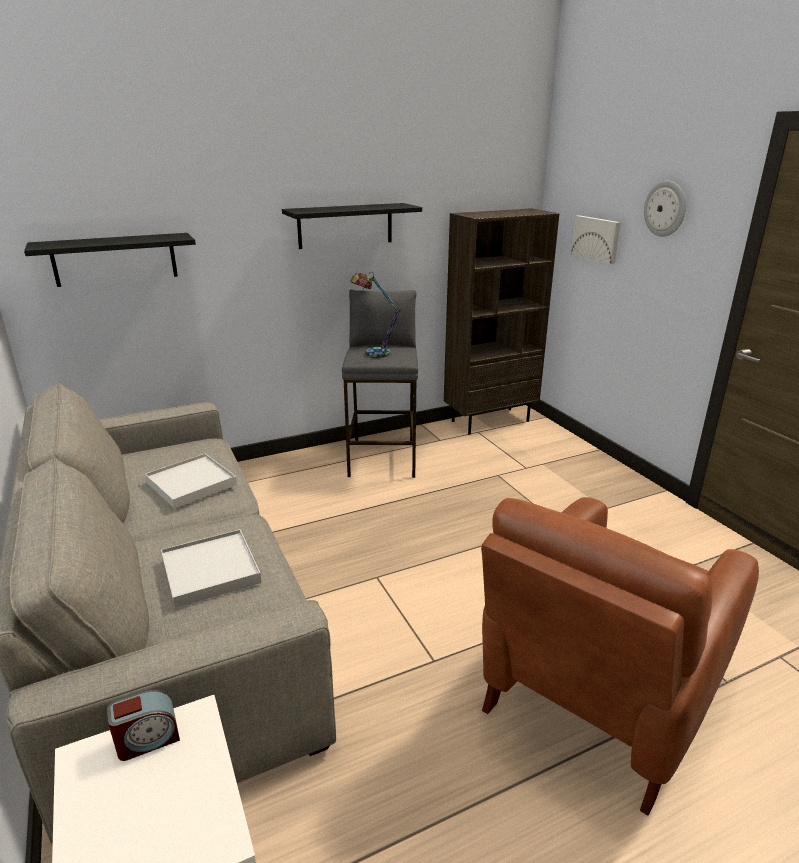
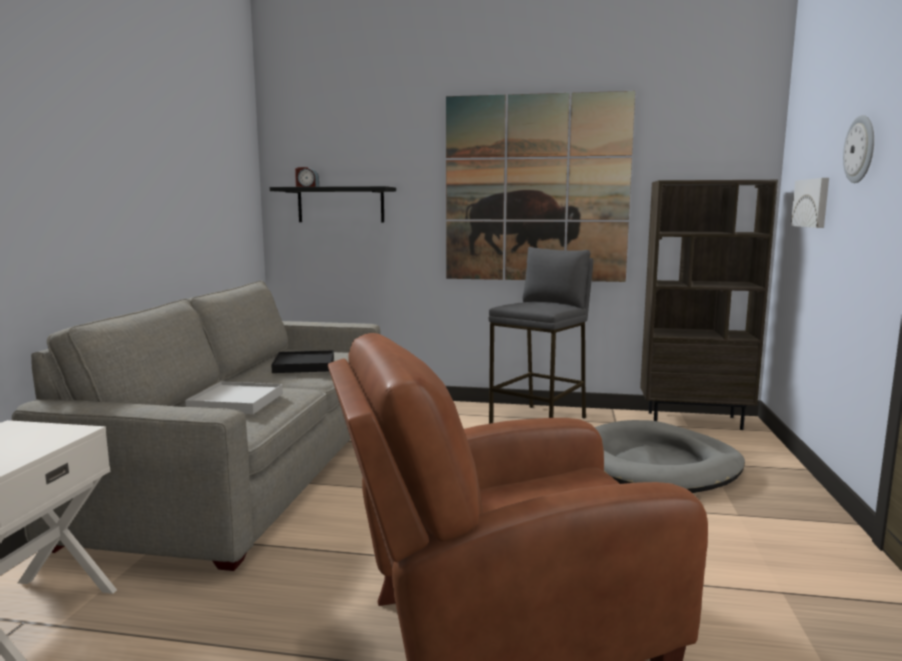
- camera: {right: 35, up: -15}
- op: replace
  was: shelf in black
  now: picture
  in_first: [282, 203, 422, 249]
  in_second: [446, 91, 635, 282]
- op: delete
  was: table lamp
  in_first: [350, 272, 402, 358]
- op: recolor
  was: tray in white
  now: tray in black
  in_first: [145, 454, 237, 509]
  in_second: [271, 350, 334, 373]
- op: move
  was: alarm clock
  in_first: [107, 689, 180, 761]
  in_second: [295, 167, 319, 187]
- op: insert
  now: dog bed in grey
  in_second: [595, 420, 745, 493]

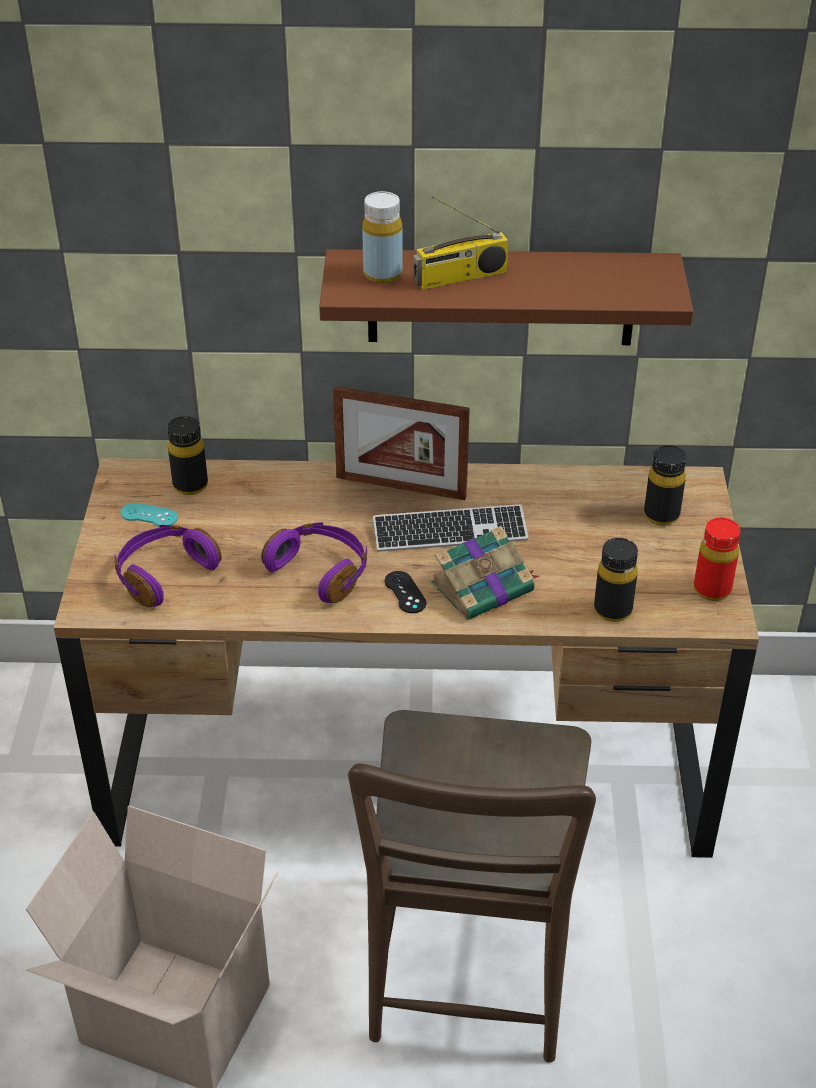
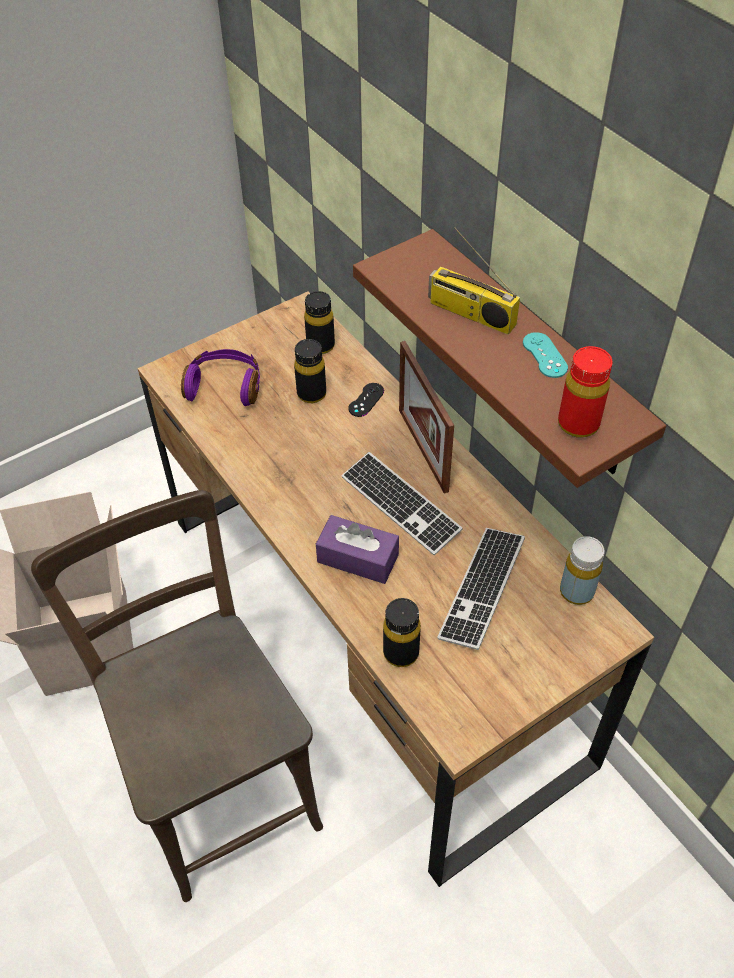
- camera: {right: 55, up: 10}
- op: move
  was: bottle in yellow
  in_first: [362, 191, 402, 284]
  in_second: [560, 536, 605, 605]
- op: move
  was: bottle in black
  in_first: [644, 445, 687, 525]
  in_second: [294, 339, 326, 403]
- op: move
  was: game controller in turquoise
  in_first: [120, 503, 178, 527]
  in_second: [523, 332, 568, 378]
- op: move
  was: bottle in red
  in_first: [694, 518, 741, 601]
  in_second: [558, 346, 613, 438]
- op: delete
  was: headphones in purple
  in_first: [261, 522, 367, 603]
- op: replace
  was: book
  now: tissue box in purple
  in_first: [431, 526, 539, 620]
  in_second: [316, 515, 399, 584]
- op: move
  was: game controller in black
  in_first: [385, 571, 426, 613]
  in_second: [348, 383, 384, 417]
- op: rotate
  was: chair in brown
  in_first: [348, 710, 596, 1062]
  in_second: [31, 490, 323, 902]
  clockwise: 90
- op: insert
  now: keyboard
  in_second: [437, 528, 525, 650]

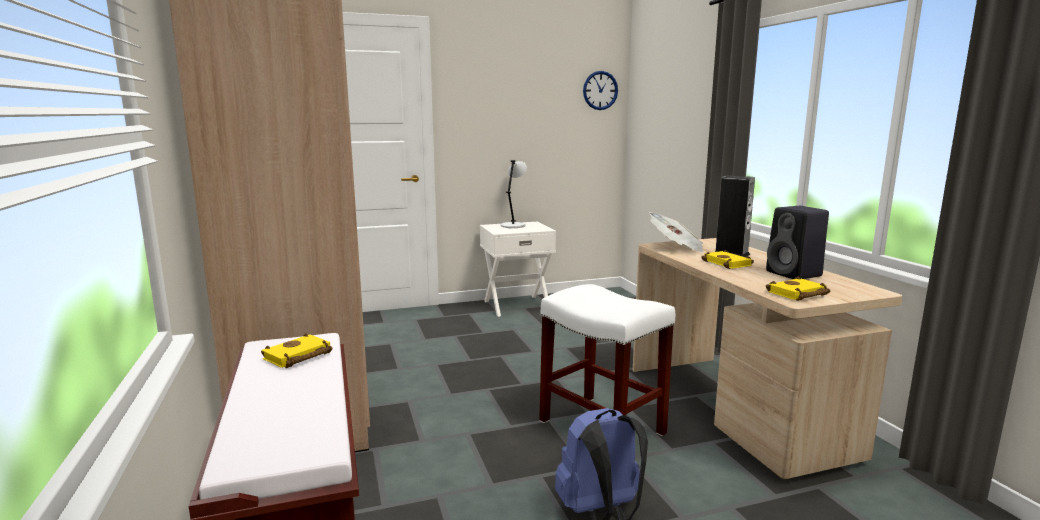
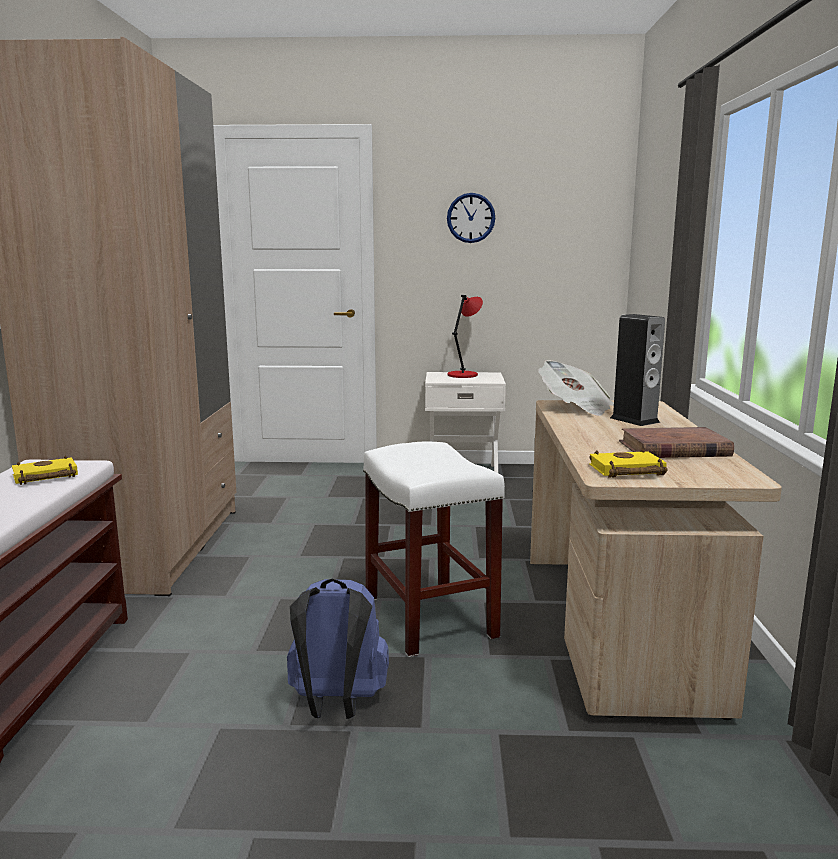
- camera: {right: 20, up: 0}
- op: move
  was: wall clock
  in_first: [583, 71, 618, 110]
  in_second: [447, 193, 495, 243]
- op: recolor
  was: table lamp in grey
  now: table lamp in red
  in_first: [501, 160, 527, 228]
  in_second: [448, 295, 483, 378]
- op: replace
  was: speaker in black
  now: book in brown
  in_first: [766, 206, 829, 279]
  in_second: [619, 427, 734, 458]
- op: delete
  was: book in yellow
  in_first: [701, 250, 754, 269]

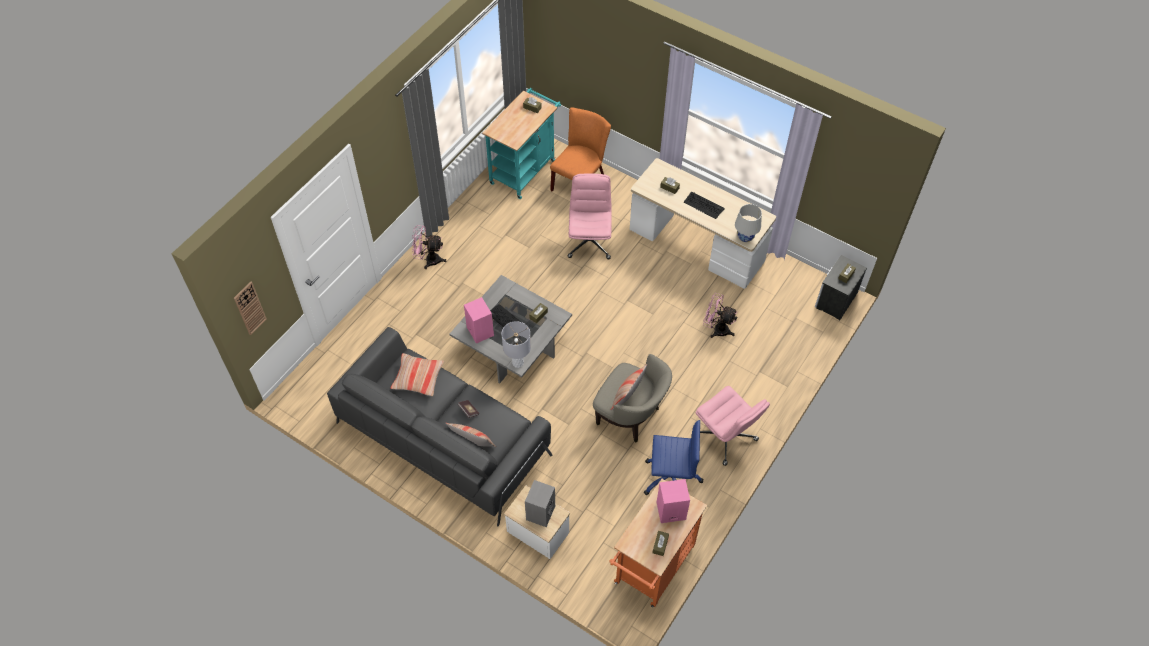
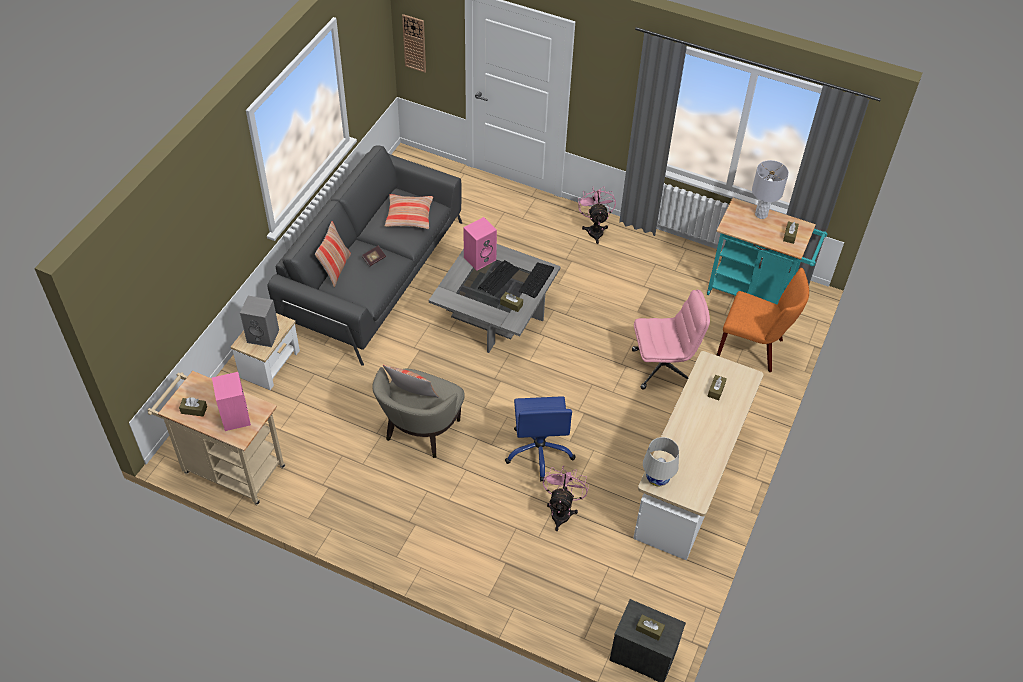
- camera: {right: 80, up: -5}
- op: move
  was: keyboard
  in_first: [684, 192, 725, 219]
  in_second: [519, 262, 554, 298]
- op: move
  was: table lamp in grey
  in_first: [502, 321, 531, 368]
  in_second: [752, 160, 789, 219]
- op: delete
  was: office chair in pink
  in_first: [696, 386, 770, 466]
- op: move
  was: office chair in blue
  in_first: [644, 420, 703, 495]
  in_second: [505, 396, 576, 482]
- op: recolor
  was: cart in orange
  now: cart in beige
  in_first: [609, 479, 707, 608]
  in_second: [147, 371, 285, 505]

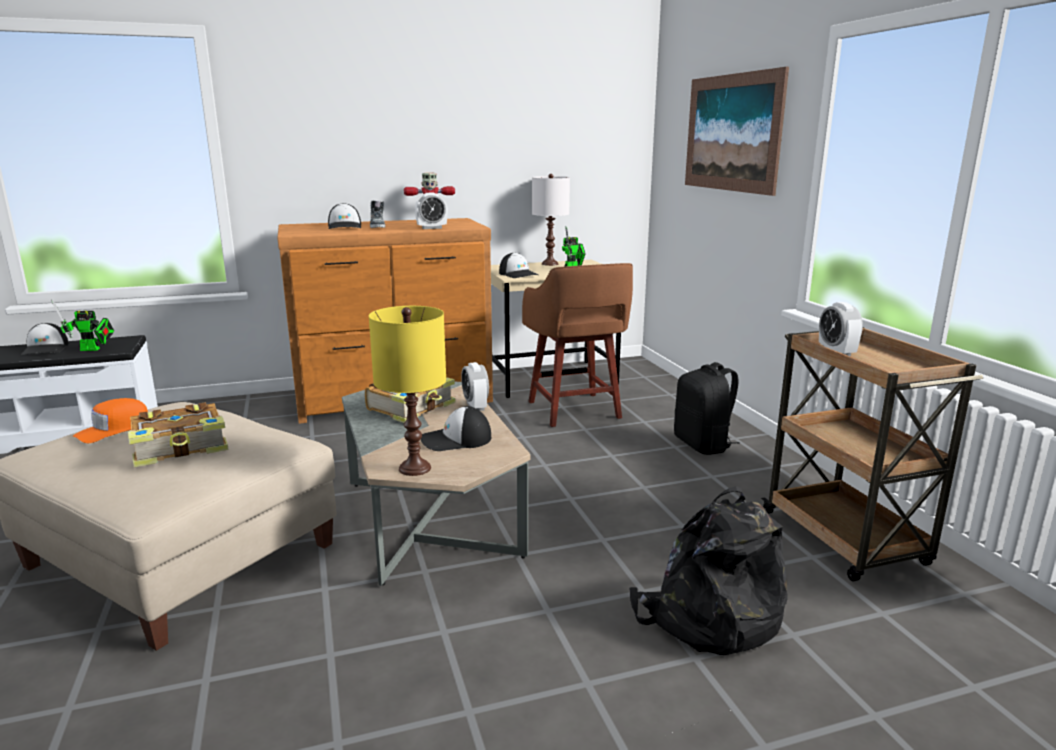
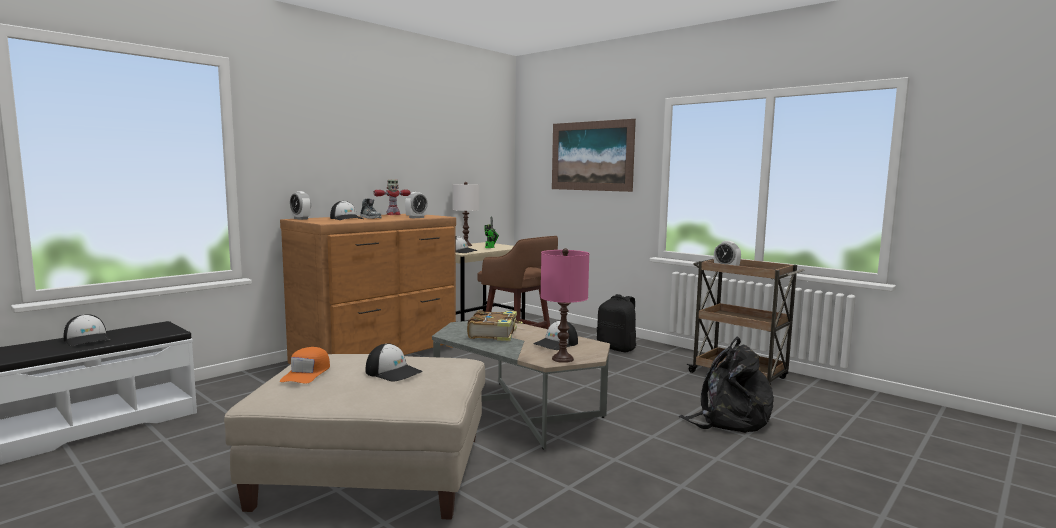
- camera: {right: -30, up: -10}
- op: delete
  was: toy robot
  in_first: [51, 300, 114, 351]
- op: recolor
  was: table lamp in yellow
  now: table lamp in pink
  in_first: [369, 306, 446, 476]
  in_second: [541, 248, 589, 363]
- op: move
  was: alarm clock
  in_first: [461, 362, 489, 411]
  in_second: [290, 191, 311, 220]
- op: replace
  was: book
  now: cap
  in_first: [128, 402, 229, 467]
  in_second: [366, 343, 423, 382]

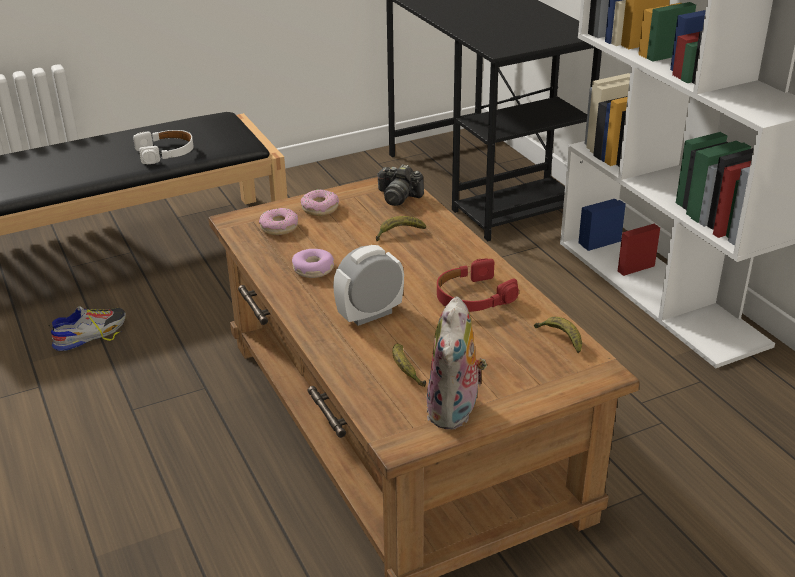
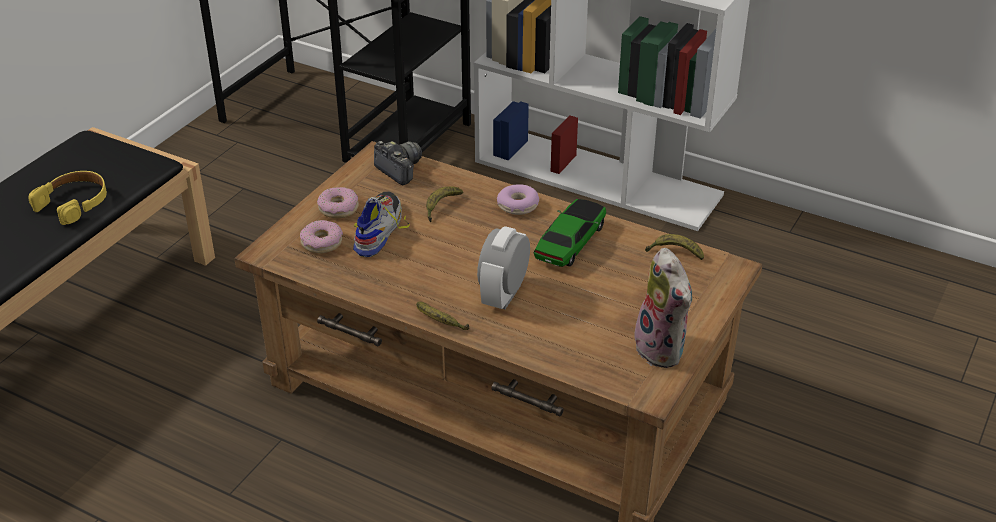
- camera: {right: -35, up: 5}
- op: recolor
  was: headphones in white
  now: headphones in yellow
  in_first: [133, 130, 194, 164]
  in_second: [28, 171, 107, 225]
- op: rotate
  was: photo camera
  in_first: [377, 164, 424, 206]
  in_second: [374, 141, 422, 185]
  clockwise: -120
- op: move
  was: donut
  in_first: [292, 249, 334, 278]
  in_second: [497, 184, 539, 215]
- op: replace
  was: headphones in red
  now: toy car
  in_first: [437, 258, 519, 312]
  in_second: [534, 199, 606, 267]
- op: move
  was: shoe
  in_first: [48, 306, 126, 351]
  in_second: [353, 192, 410, 257]
- op: move
  was: banana
  in_first: [392, 343, 426, 387]
  in_second: [416, 301, 469, 330]

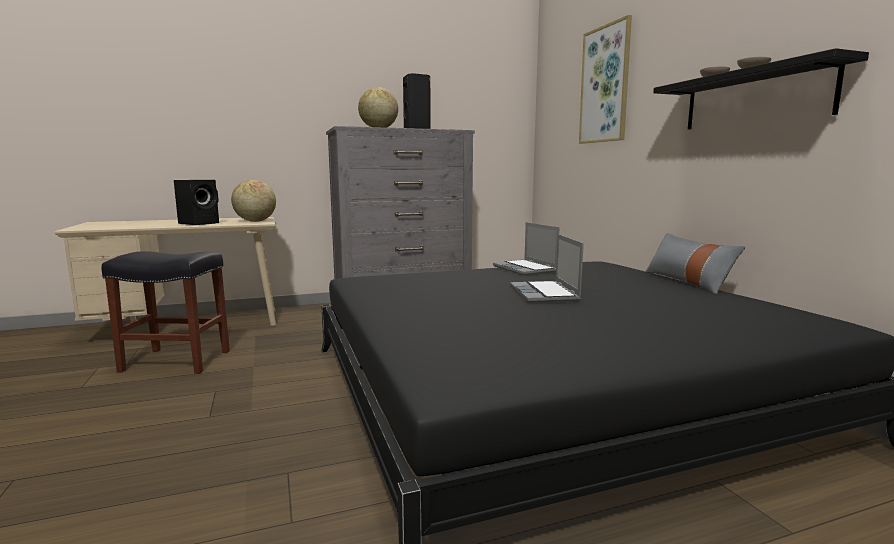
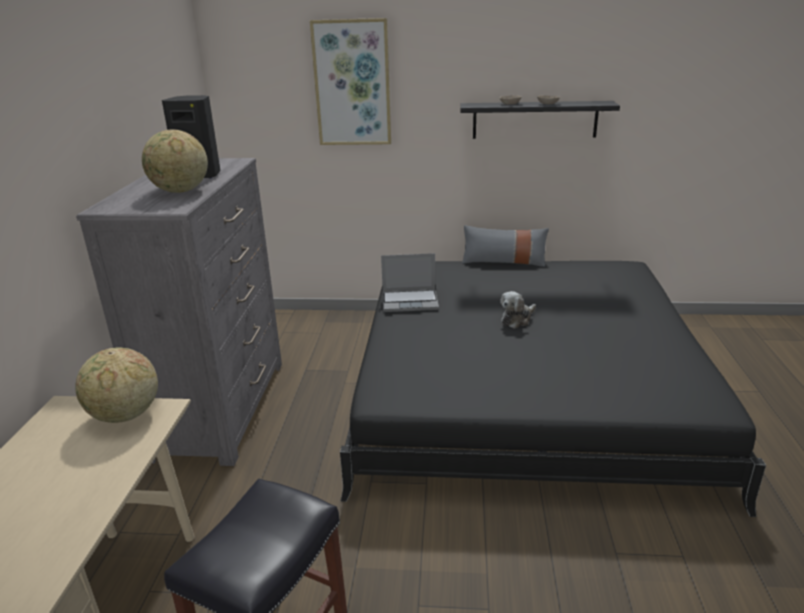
- camera: {right: -65, up: 15}
- op: delete
  was: speaker in black
  in_first: [174, 180, 219, 225]
- op: replace
  was: laptop
  now: plush toy
  in_first: [510, 234, 584, 303]
  in_second: [500, 291, 536, 329]

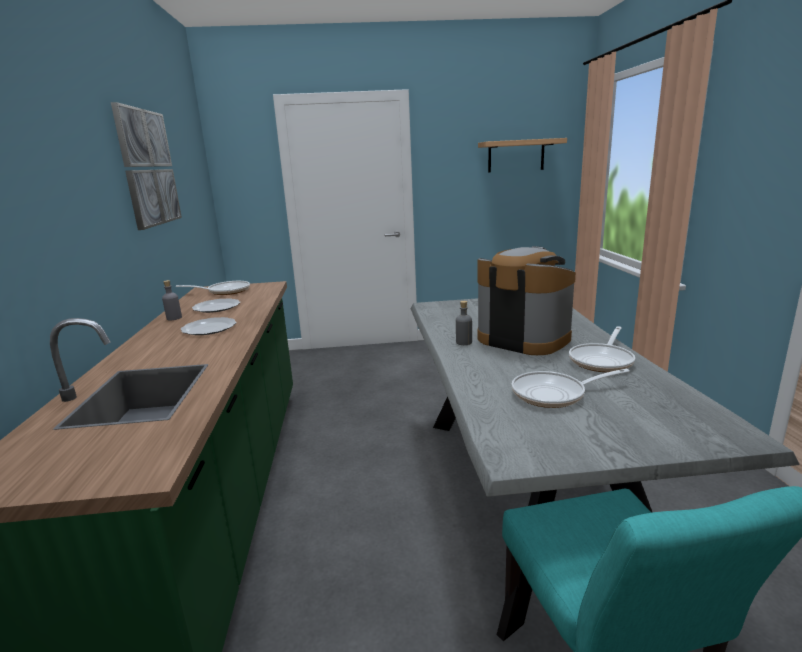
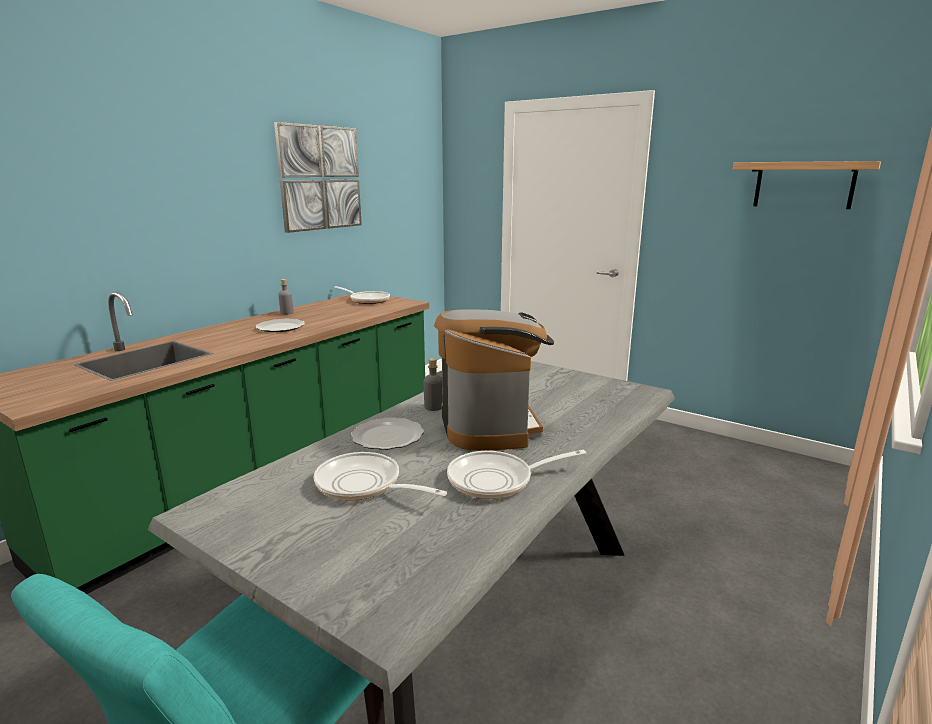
- camera: {right: 40, up: 0}
- op: move
  was: plate
  in_first: [192, 298, 240, 313]
  in_second: [351, 417, 424, 450]

